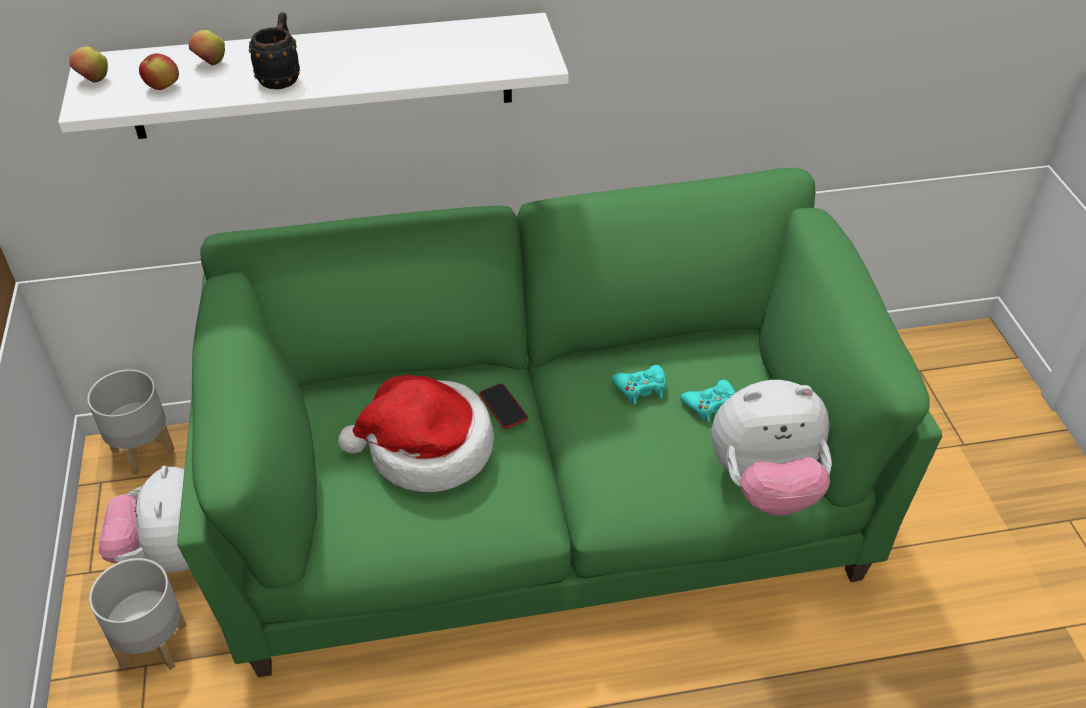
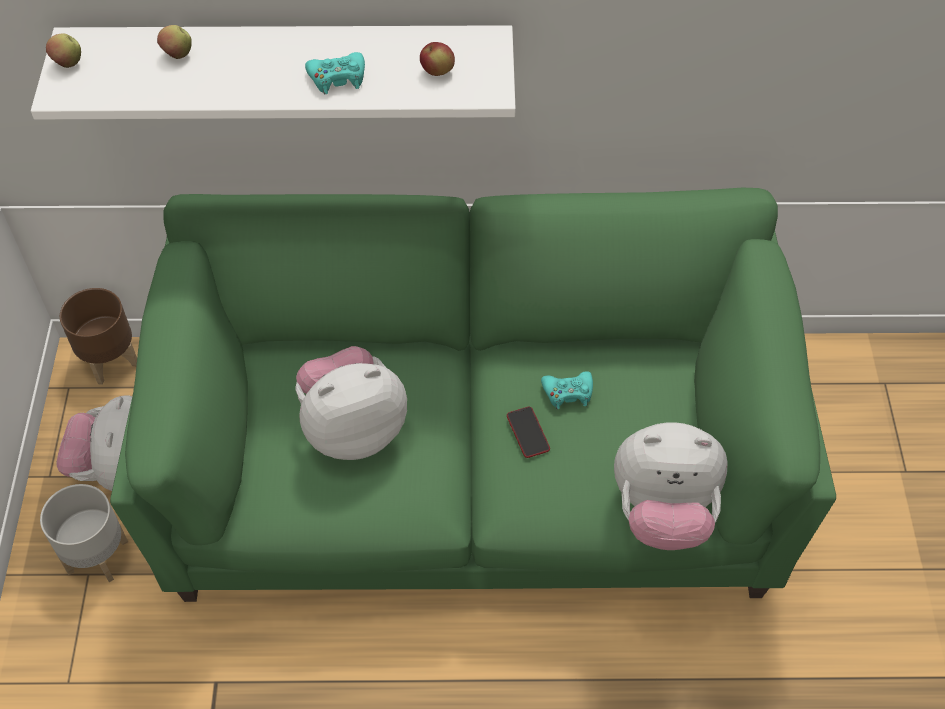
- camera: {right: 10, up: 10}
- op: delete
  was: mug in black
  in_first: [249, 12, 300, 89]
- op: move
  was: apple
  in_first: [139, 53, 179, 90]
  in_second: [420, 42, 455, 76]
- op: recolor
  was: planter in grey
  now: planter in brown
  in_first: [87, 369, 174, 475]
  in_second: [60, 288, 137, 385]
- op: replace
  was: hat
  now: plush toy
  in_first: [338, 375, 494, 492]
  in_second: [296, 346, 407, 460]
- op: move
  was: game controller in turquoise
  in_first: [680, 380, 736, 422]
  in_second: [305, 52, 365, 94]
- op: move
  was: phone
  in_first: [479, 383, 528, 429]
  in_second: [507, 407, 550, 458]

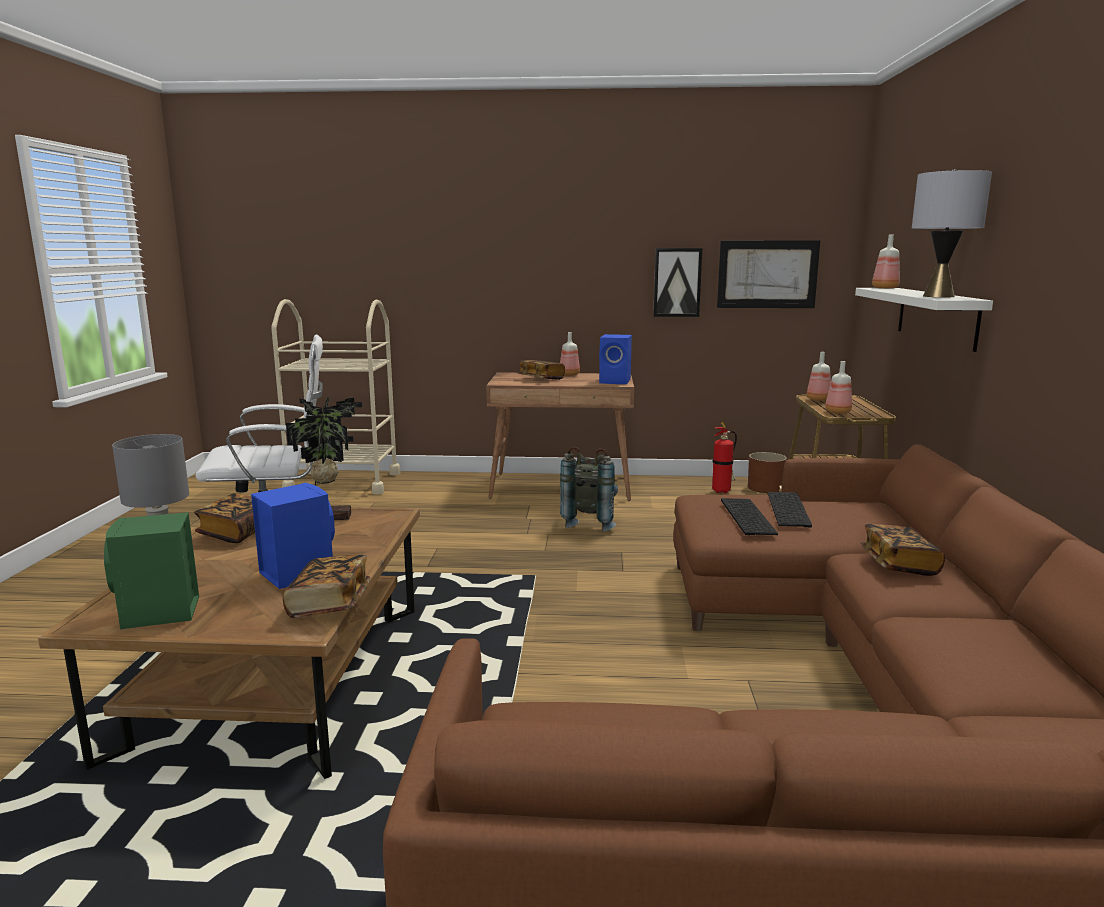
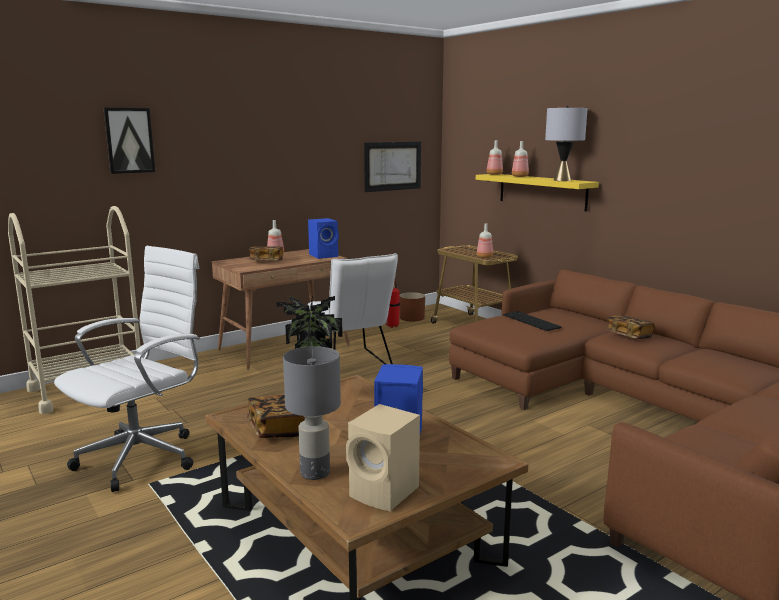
- camera: {right: -40, up: 0}
- op: move
  was: picture
  in_first: [653, 248, 702, 317]
  in_second: [104, 108, 155, 174]
- op: recolor
  was: shelf in white
  now: shelf in yellow
  in_first: [855, 288, 993, 352]
  in_second: [476, 174, 599, 212]
- op: move
  was: bottle
  in_first: [807, 352, 831, 401]
  in_second: [512, 141, 529, 177]
- op: replace
  was: backpack in grey
  now: chair in white
  in_first: [560, 446, 618, 532]
  in_second: [308, 253, 398, 364]
- op: delete
  was: keyboard
  in_first: [721, 498, 778, 535]
- op: recolor
  was: speaker in green
  now: speaker in beige
  in_first: [104, 512, 199, 630]
  in_second: [346, 404, 420, 511]
- op: delete
  was: book
  in_first: [283, 555, 370, 618]

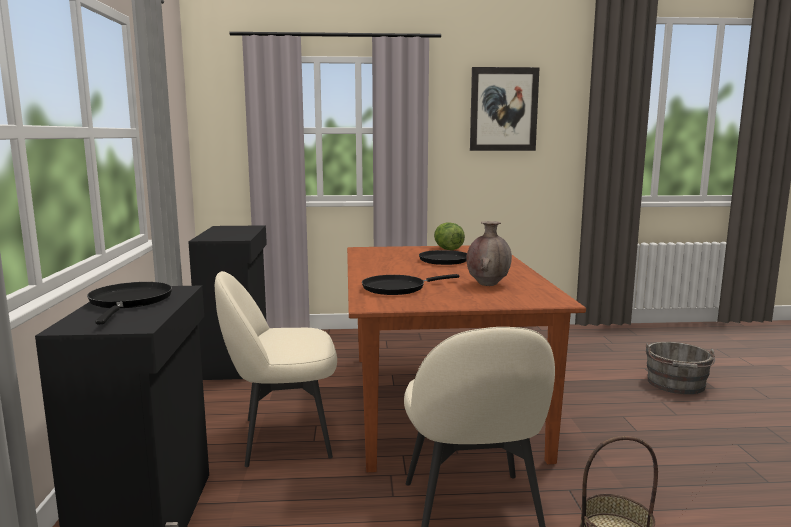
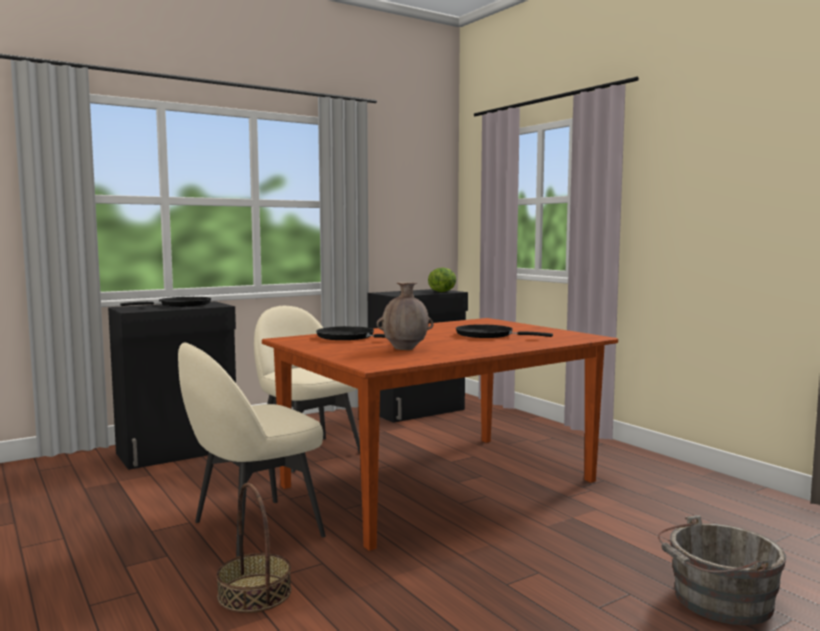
- camera: {right: 60, up: -5}
- op: delete
  was: picture
  in_first: [470, 67, 540, 151]
- op: move
  was: lettuce
  in_first: [434, 222, 465, 250]
  in_second: [428, 268, 456, 292]

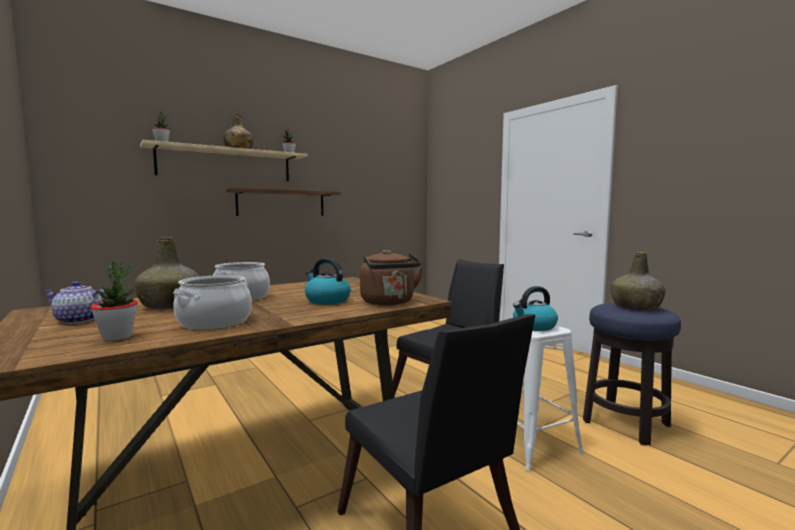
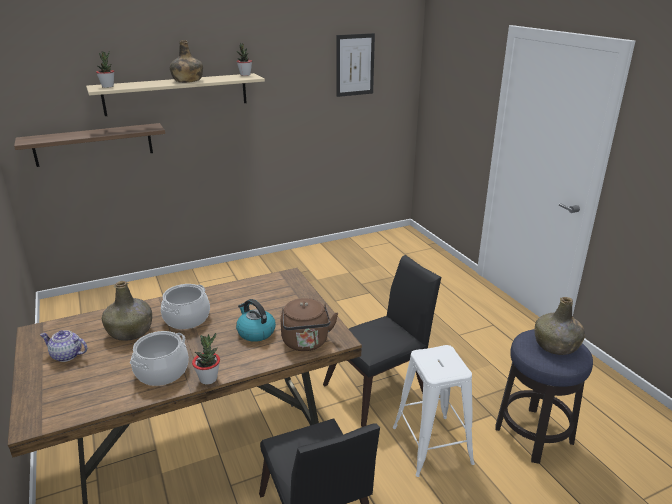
- camera: {right: 10, up: 20}
- op: move
  was: shelf
  in_first: [225, 188, 341, 216]
  in_second: [14, 123, 165, 167]
- op: move
  was: potted plant
  in_first: [90, 260, 138, 341]
  in_second: [192, 333, 220, 385]
- op: delete
  was: kettle
  in_first: [513, 286, 558, 331]
- op: insert
  now: picture
  in_second: [337, 33, 375, 97]

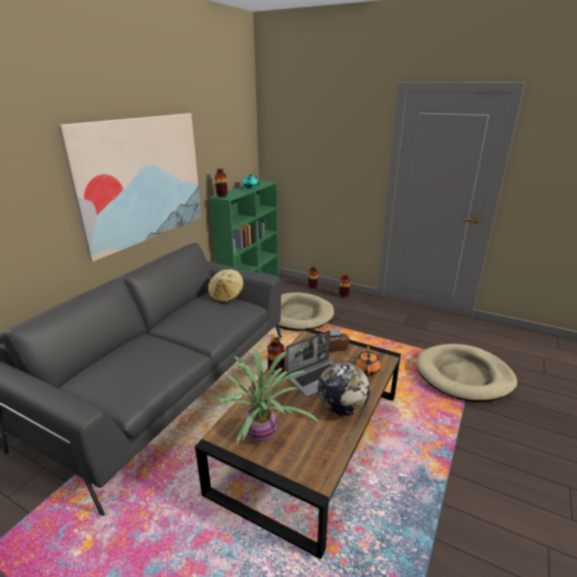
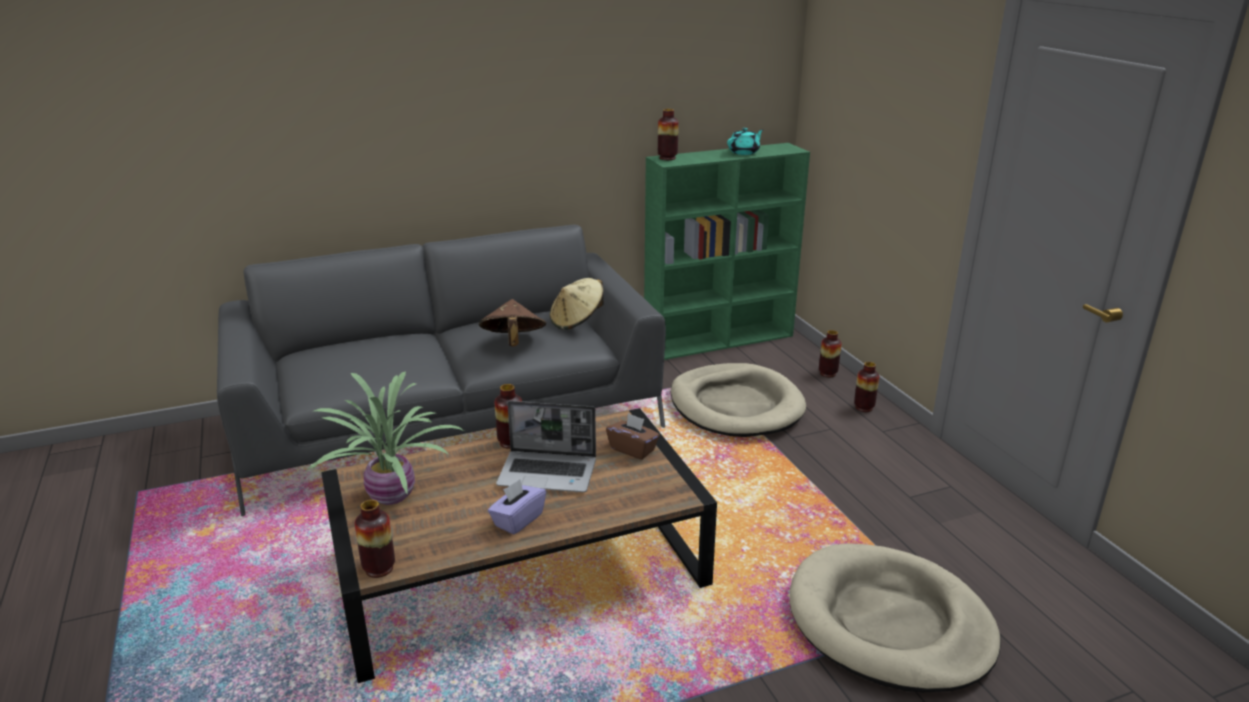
- camera: {right: 40, up: 0}
- op: delete
  was: picture
  in_first: [57, 113, 202, 262]
- op: delete
  was: teapot in orange
  in_first: [355, 344, 381, 376]
- op: replace
  was: globe
  now: tissue box in purple
  in_first: [318, 362, 370, 416]
  in_second: [488, 479, 546, 535]
- op: insert
  now: hat in brown
  in_second: [479, 299, 546, 347]
- op: insert
  now: vase
  in_second: [355, 500, 395, 578]

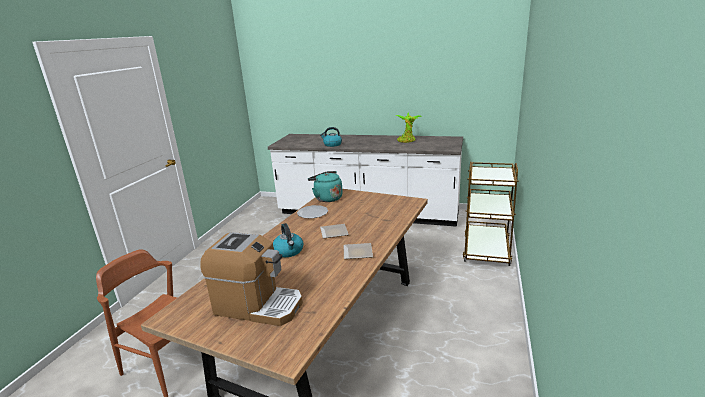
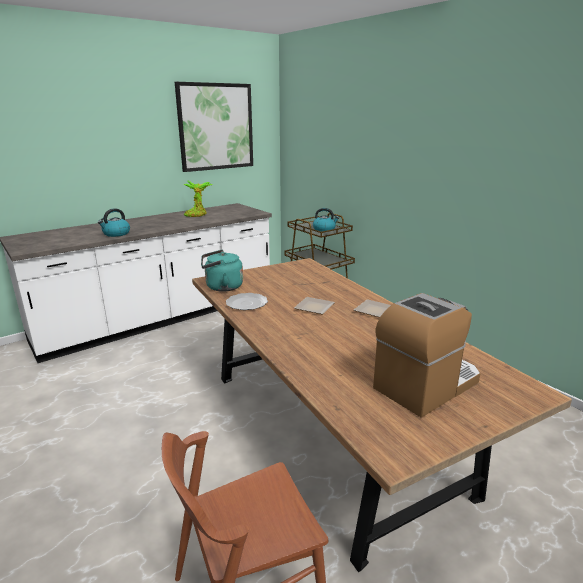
- camera: {right: -55, up: 0}
- op: move
  was: kettle
  in_first: [273, 223, 303, 257]
  in_second: [313, 208, 339, 232]
- op: insert
  now: picture
  in_second: [175, 82, 253, 172]

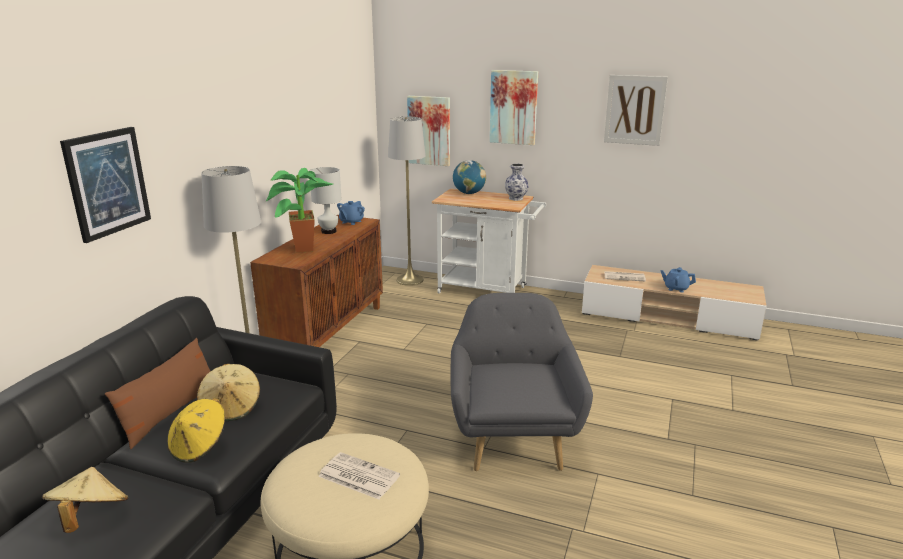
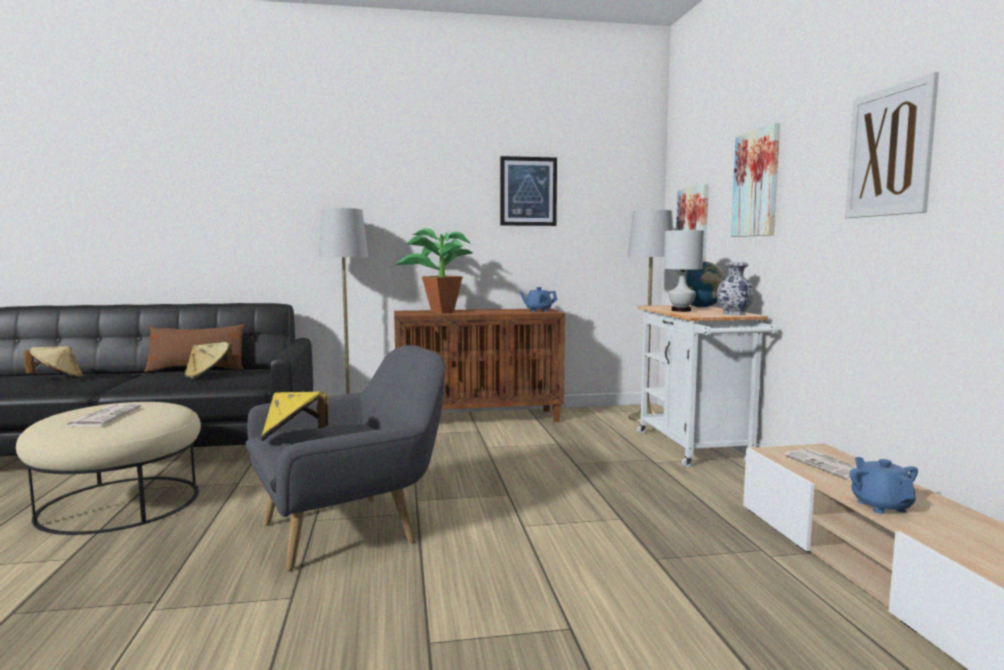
- camera: {right: 60, up: -15}
- op: move
  was: picture
  in_first: [60, 127, 151, 243]
  in_second: [500, 156, 557, 226]
- op: move
  was: table lamp in white
  in_first: [309, 167, 341, 234]
  in_second: [664, 230, 704, 312]
- op: move
  was: hat in yellow
  in_first: [167, 398, 225, 463]
  in_second: [260, 391, 329, 441]

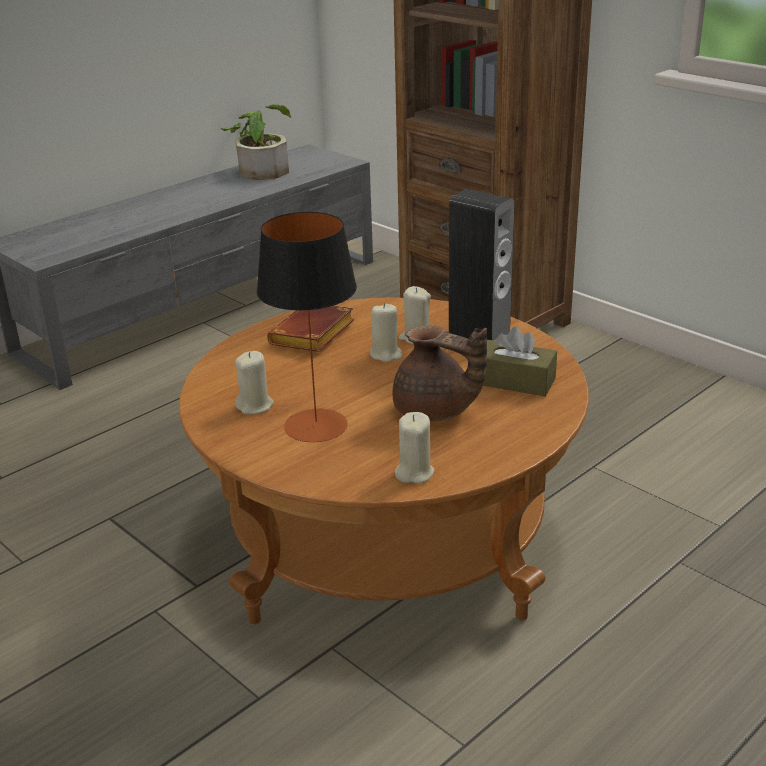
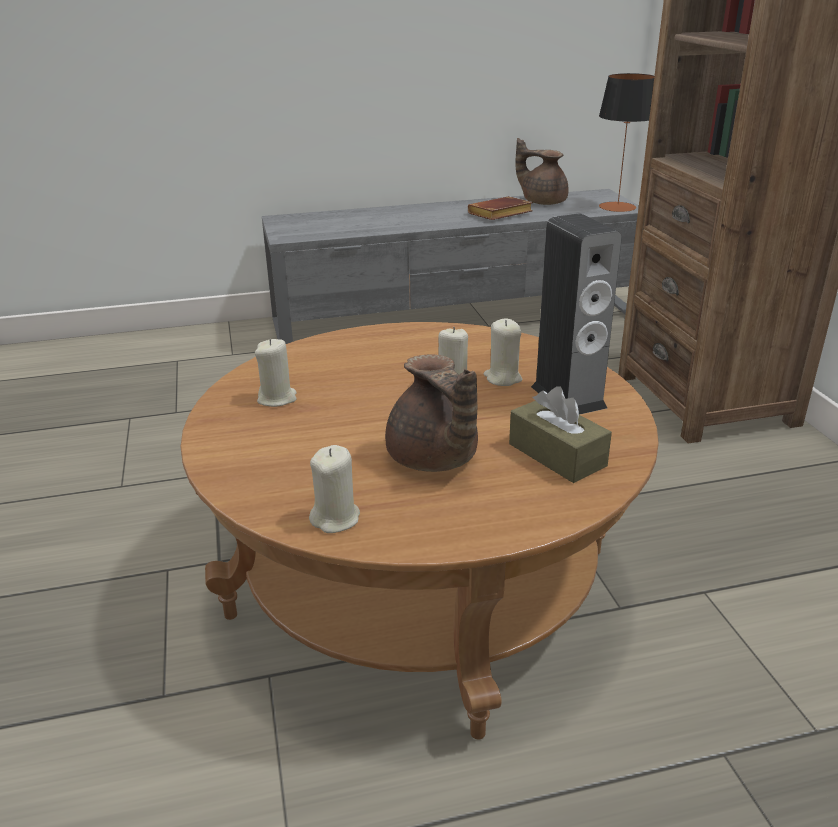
- camera: {right: 30, up: 0}
- op: replace
  was: potted plant
  now: teapot in brown
  in_first: [221, 104, 291, 180]
  in_second: [515, 138, 568, 205]
- op: move
  was: table lamp
  in_first: [257, 212, 357, 442]
  in_second: [599, 73, 654, 212]
- op: move
  was: book in brown
  in_first: [267, 306, 354, 352]
  in_second: [468, 196, 533, 220]

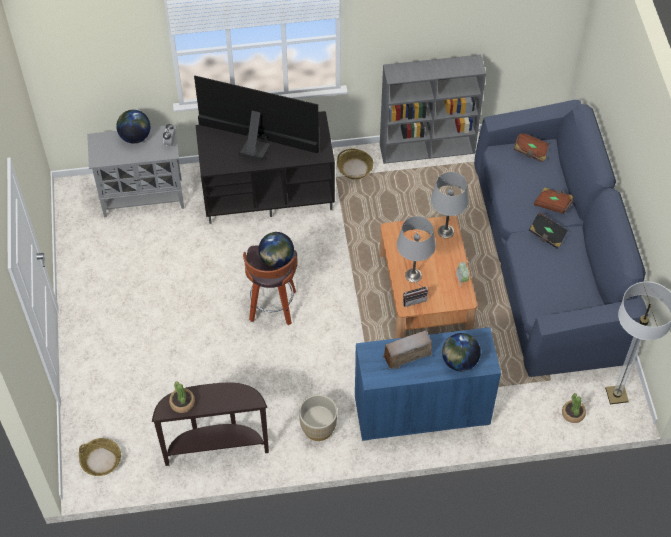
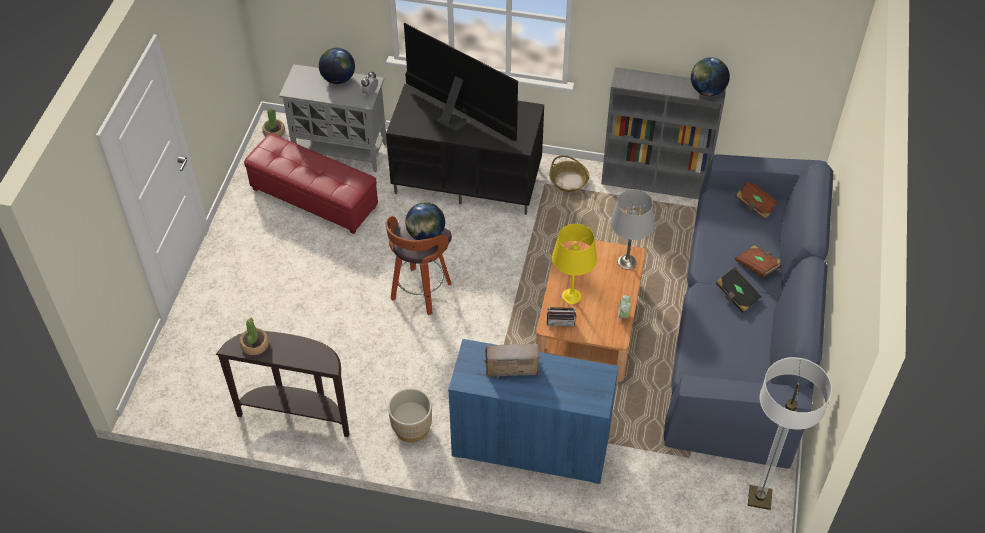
- camera: {right: 20, up: -5}
- op: recolor
  was: table lamp in grey
  now: table lamp in yellow
  in_first: [397, 216, 436, 283]
  in_second: [552, 224, 597, 304]
- op: move
  was: globe
  in_first: [442, 333, 481, 371]
  in_second: [691, 57, 730, 96]
- op: move
  was: potted plant
  in_first: [562, 393, 586, 423]
  in_second: [262, 108, 285, 137]
- op: delete
  was: basket
  in_first: [79, 438, 121, 476]
- op: insert
  now: ottoman in red
  in_second: [244, 134, 378, 234]

